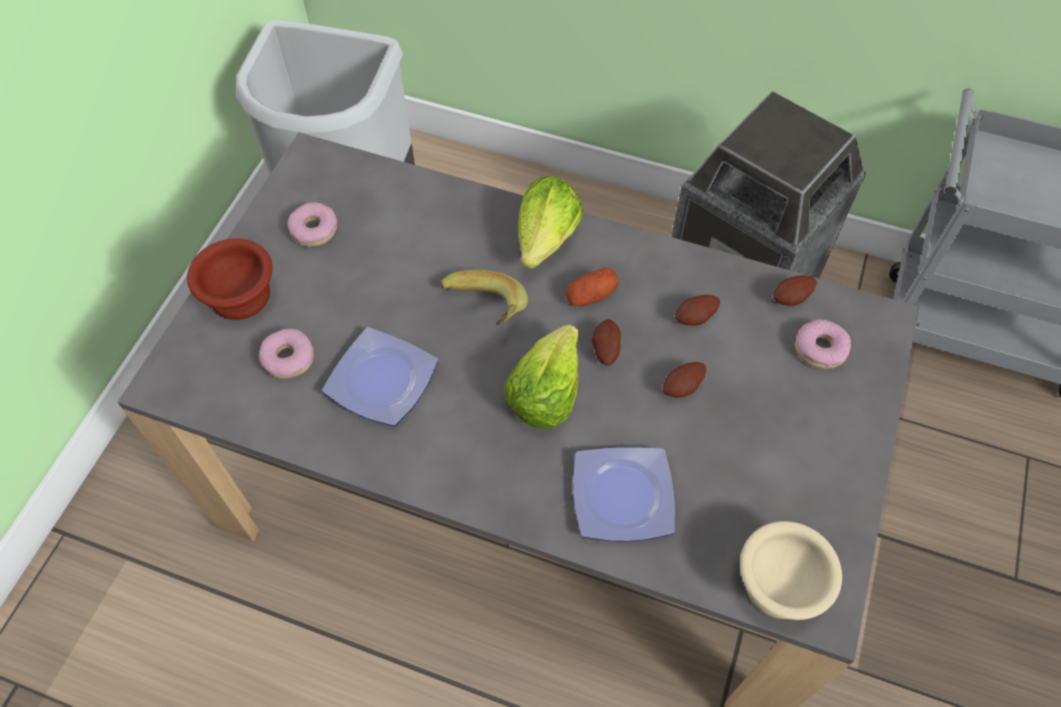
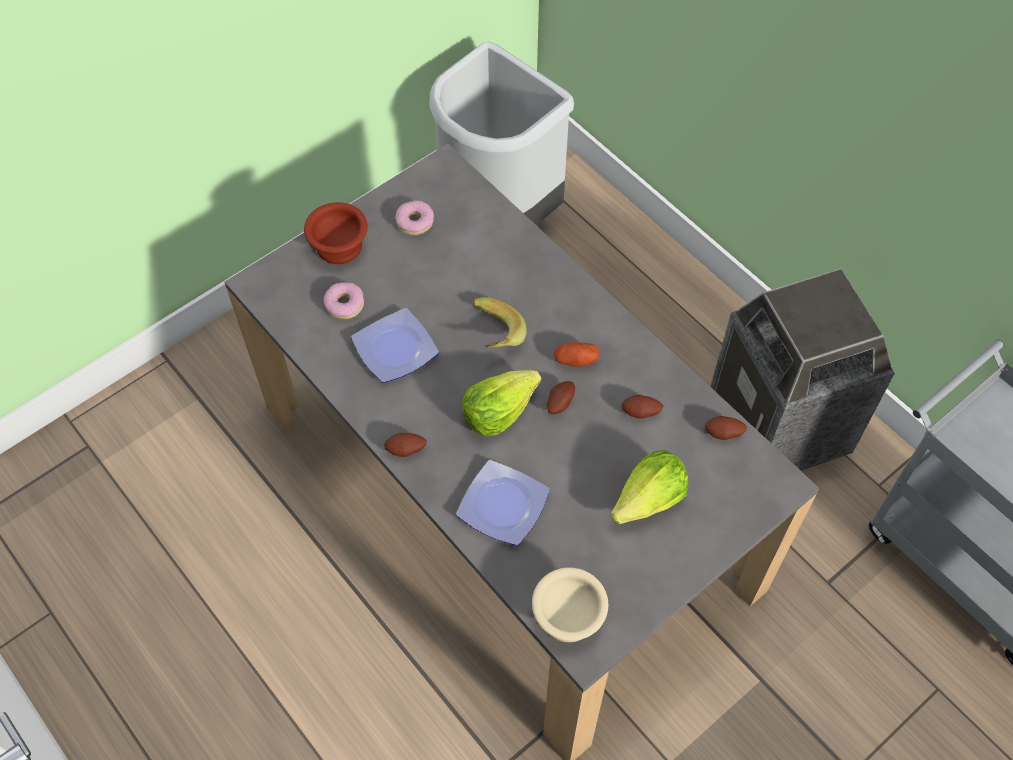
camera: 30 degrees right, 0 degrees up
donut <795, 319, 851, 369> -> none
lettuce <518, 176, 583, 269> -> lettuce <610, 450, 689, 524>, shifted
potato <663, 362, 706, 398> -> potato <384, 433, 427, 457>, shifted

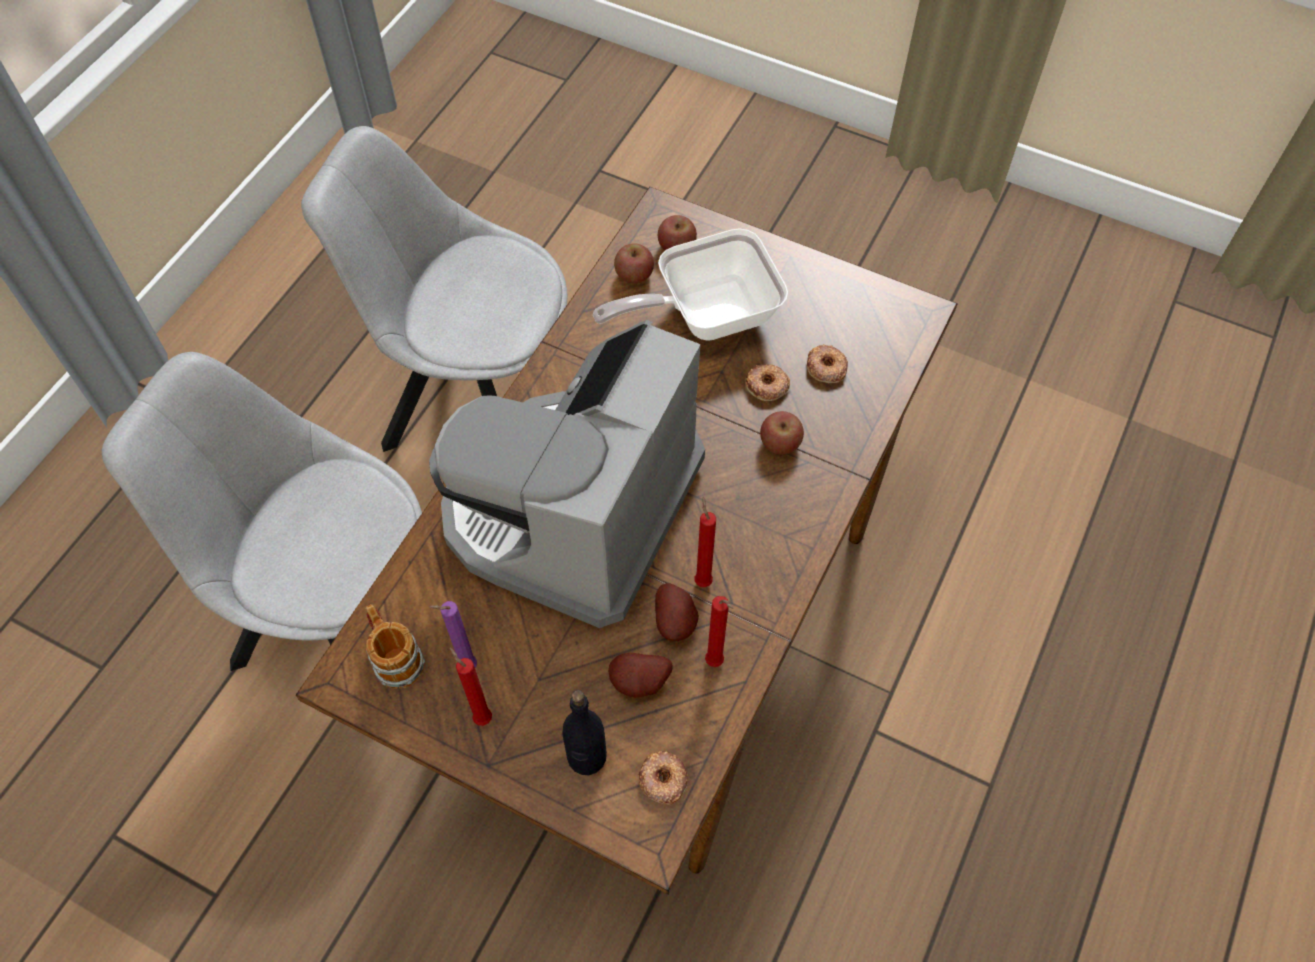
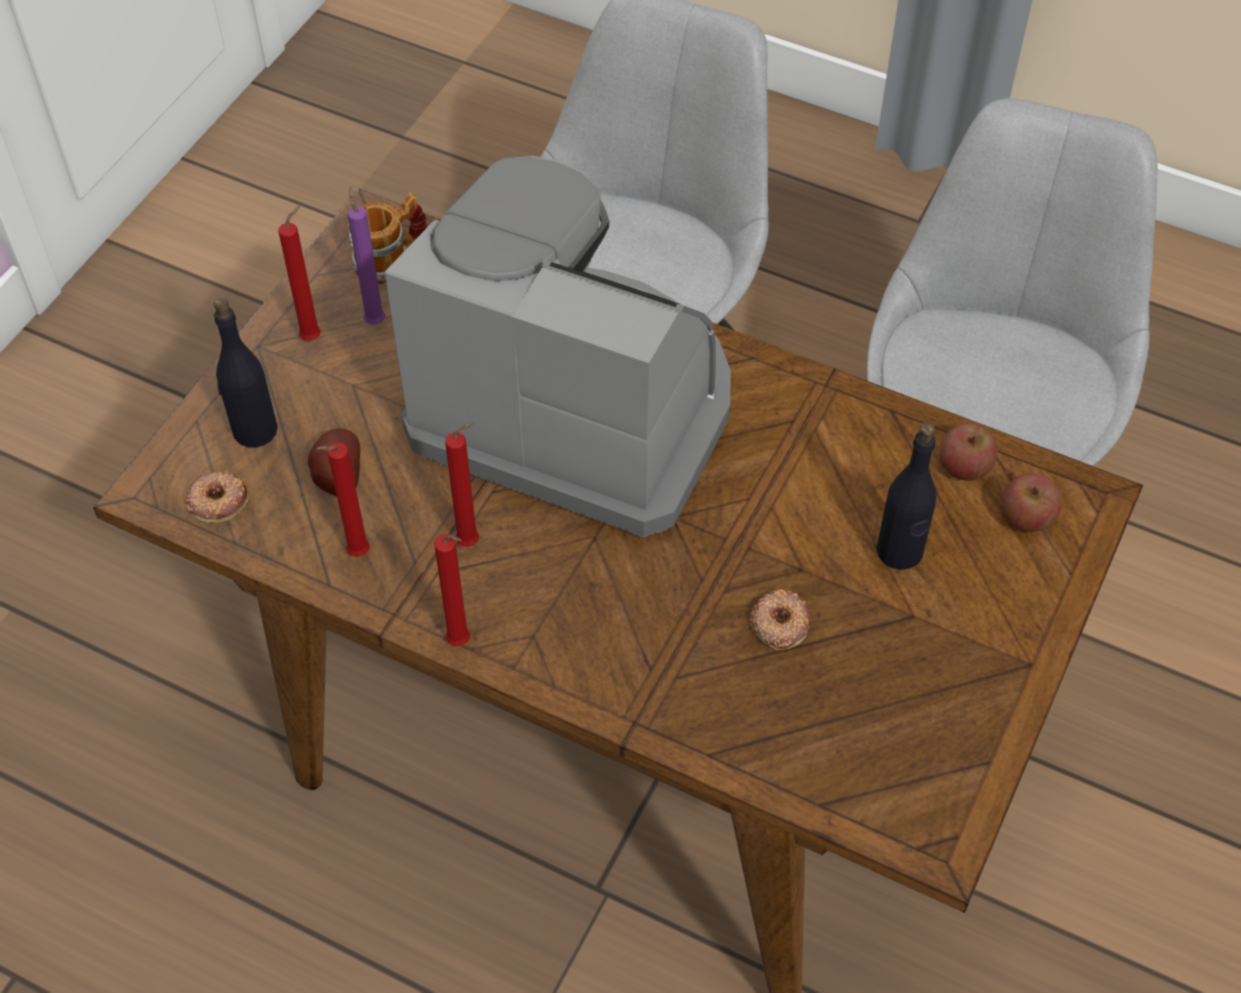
camera: 90 degrees right, 5 degrees down
potato <655, 583, 699, 641> -> none
apple <760, 411, 804, 455> -> none
donut <807, 344, 848, 383> -> none
none -> red candle <434, 534, 470, 646>
frying pan <593, 228, 788, 341> -> black bottle <876, 422, 937, 570>

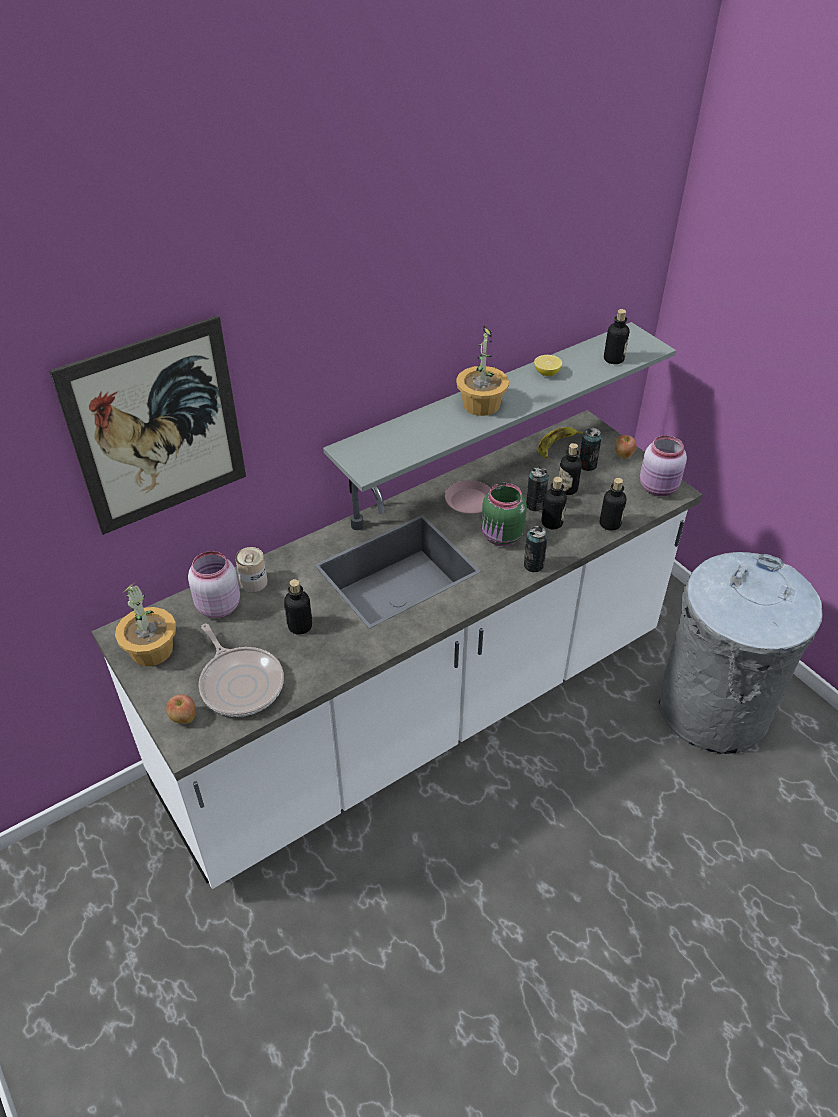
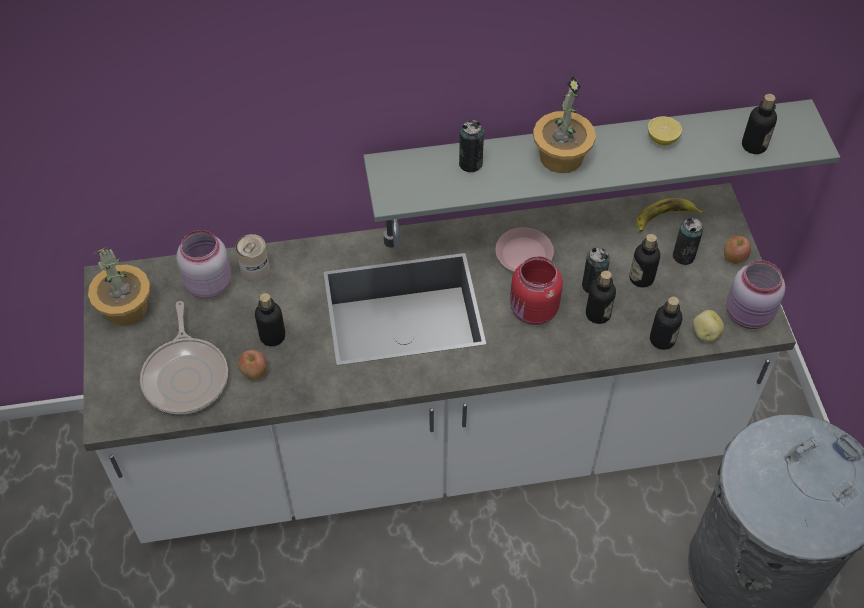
camera: 25 degrees right, 10 degrees up
picture <49, 315, 246, 535> -> none
none -> potato <693, 310, 724, 342>
apple <166, 694, 196, 724> -> apple <238, 350, 267, 380>, shifted
can <524, 526, 548, 573> -> can <459, 120, 484, 172>, shifted
green jar <481, 483, 527, 546> -> red jar <510, 256, 563, 325>

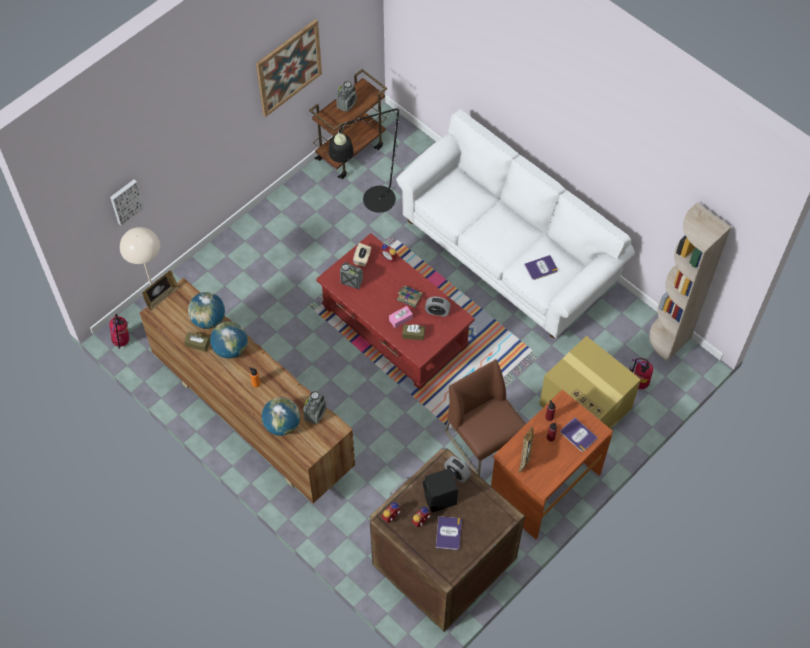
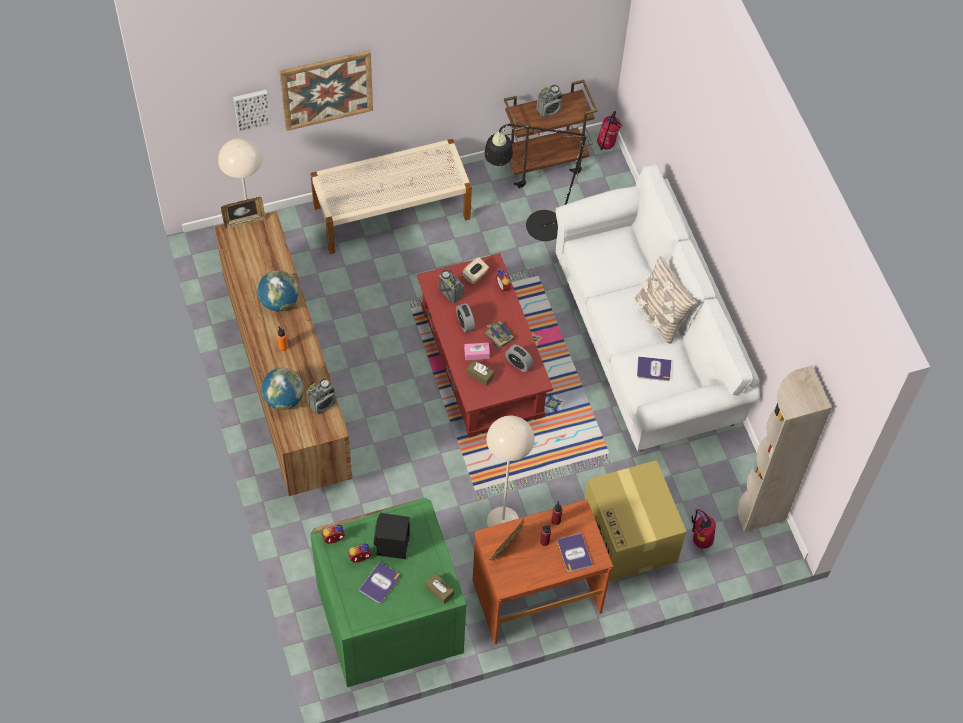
camera: 25 degrees right, 0 degrees up
globe <188, 292, 225, 329> -> none
none -> beige bench <310, 138, 472, 254>
none -> beige pillow <635, 256, 697, 344>
fire extinguisher <109, 314, 129, 349> -> fire extinguisher <597, 111, 623, 150>, shifted
brown tissue box <184, 332, 210, 352> -> brown tissue box <425, 573, 454, 604>, shifted
picture <256, 19, 322, 117> -> picture <279, 50, 373, 131>, shifted
alarm clock <444, 456, 471, 483> -> alarm clock <456, 303, 475, 332>, shifted
brown chair <445, 359, 526, 476> -> beige floor lamp <487, 416, 535, 527>
brown dresser <370, 449, 525, 632> -> green dresser <310, 498, 466, 687>

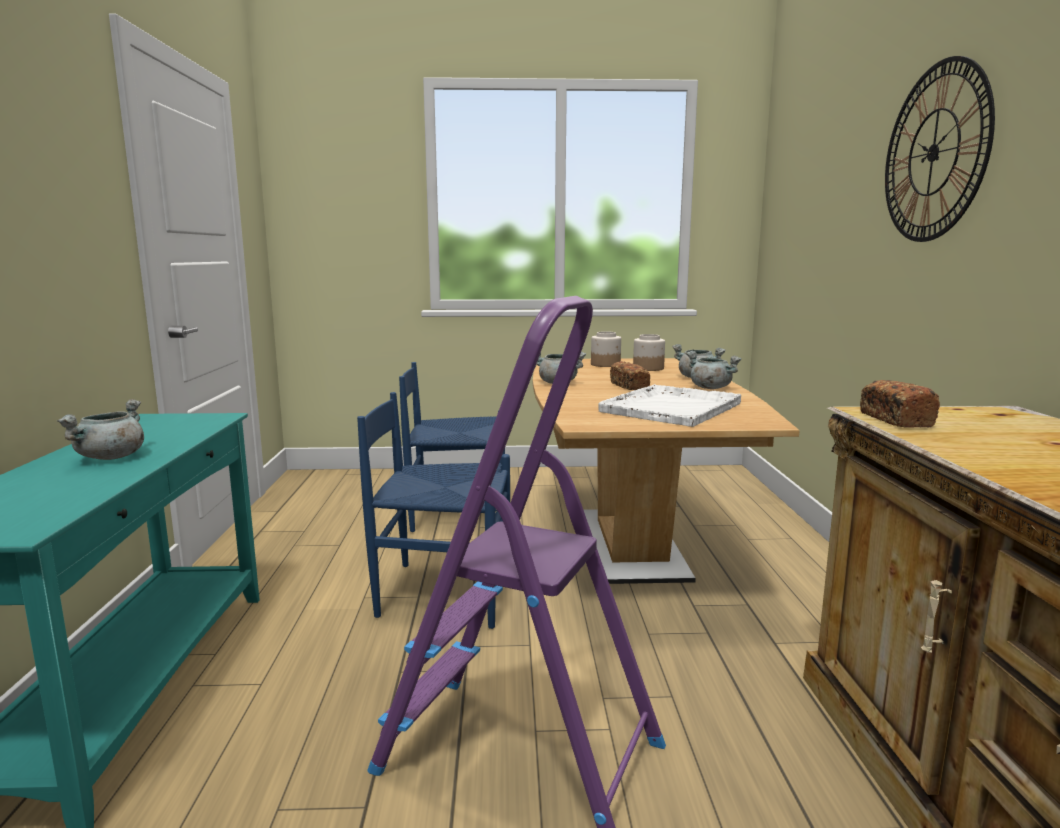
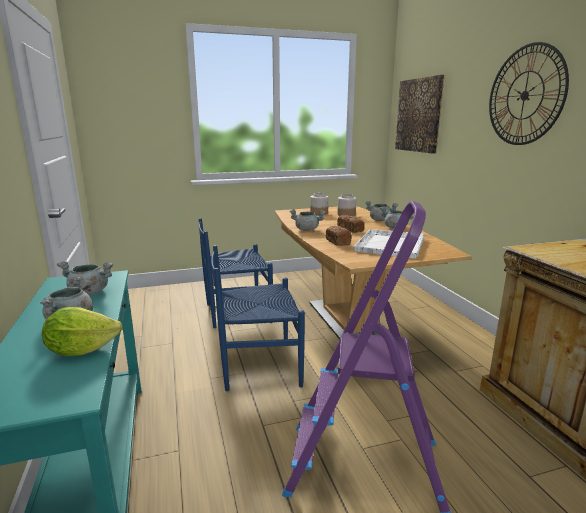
camera: 15 degrees left, 5 degrees up
none -> lettuce <42, 307, 122, 356>
none -> grey cooking pot <57, 261, 113, 295>
none -> picture <395, 75, 444, 154>
bread <860, 380, 940, 427> -> bread <326, 226, 352, 246>, shifted

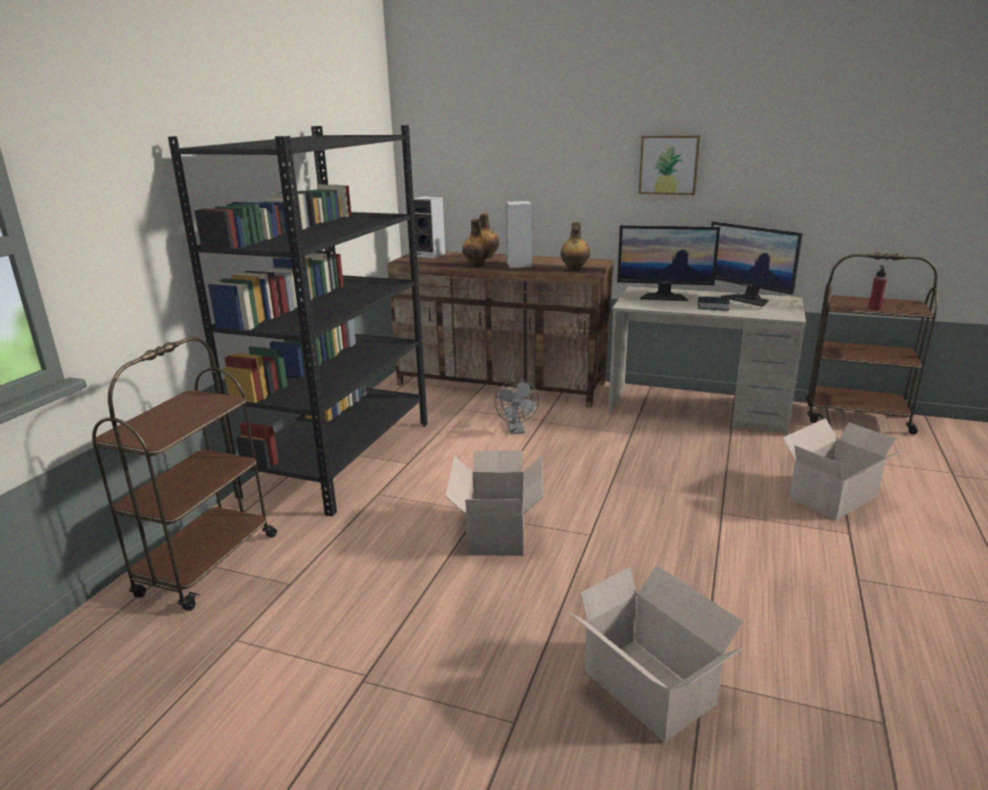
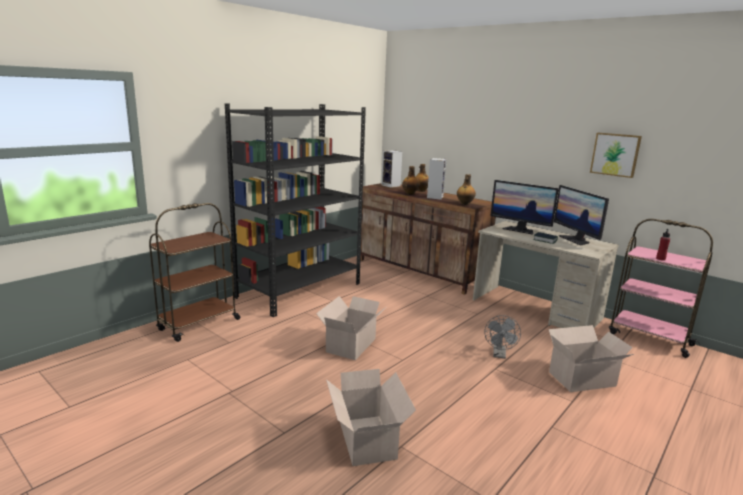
camera: 20 degrees right, 5 degrees down
grey fan <495, 379, 539, 434> -> grey fan <484, 315, 521, 359>, shifted
picture <639, 135, 700, 195> -> picture <590, 133, 642, 178>, shifted
brown cart <805, 253, 938, 435> -> pink cart <609, 219, 713, 358>

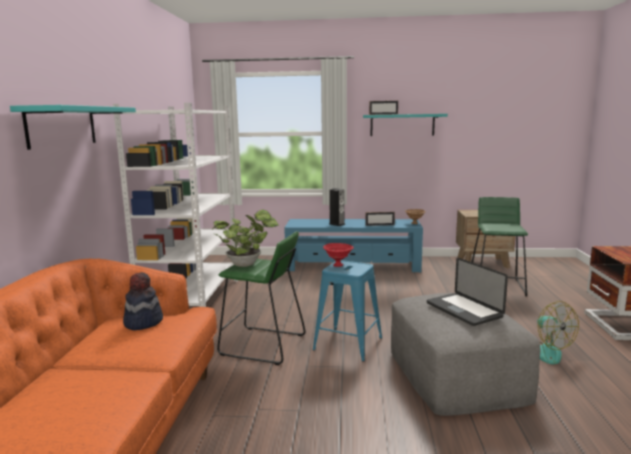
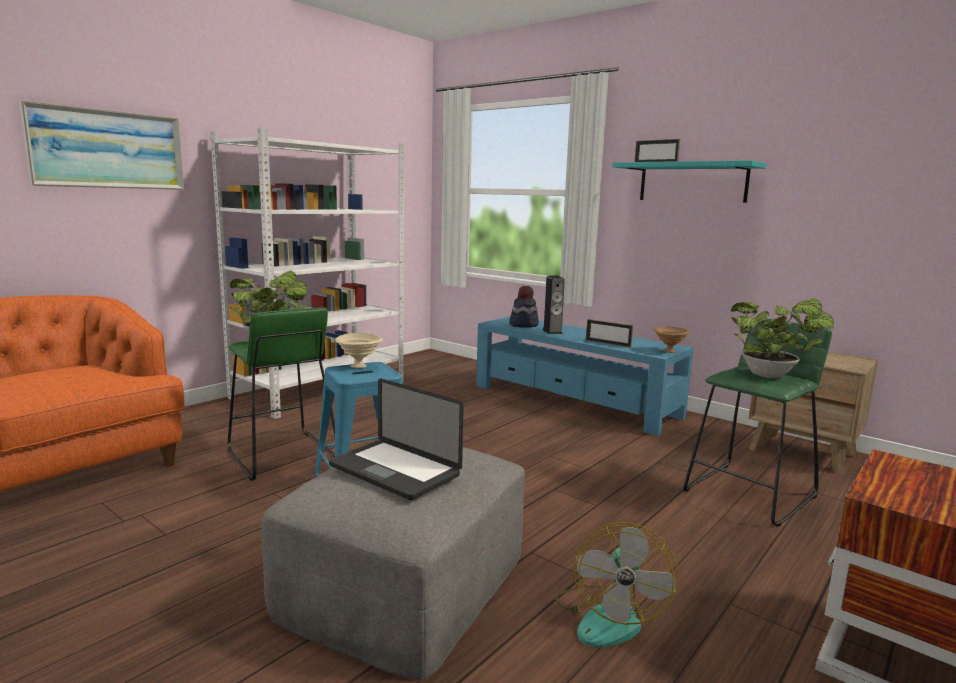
camera: 35 degrees right, 0 degrees up
none -> potted plant <731, 299, 834, 378>
hat <123, 272, 163, 330> -> hat <509, 286, 539, 328>, shifted
turquoise shelf <10, 105, 136, 150> -> picture <19, 100, 184, 190>
red bowl <323, 243, 354, 267> -> beige bowl <335, 333, 383, 368>
laptop <427, 258, 508, 326> -> laptop <329, 378, 464, 500>, 60 degrees counterclockwise

